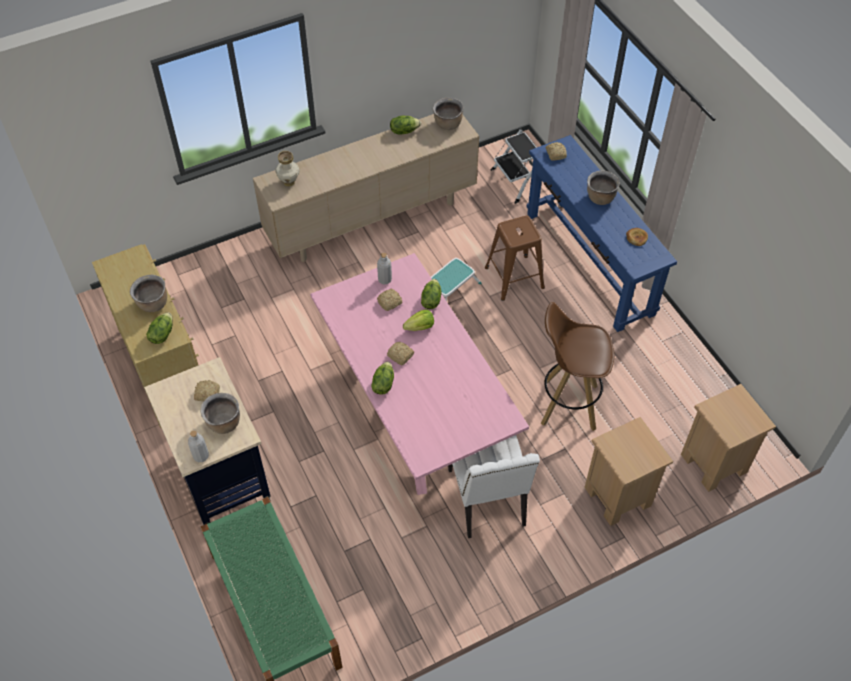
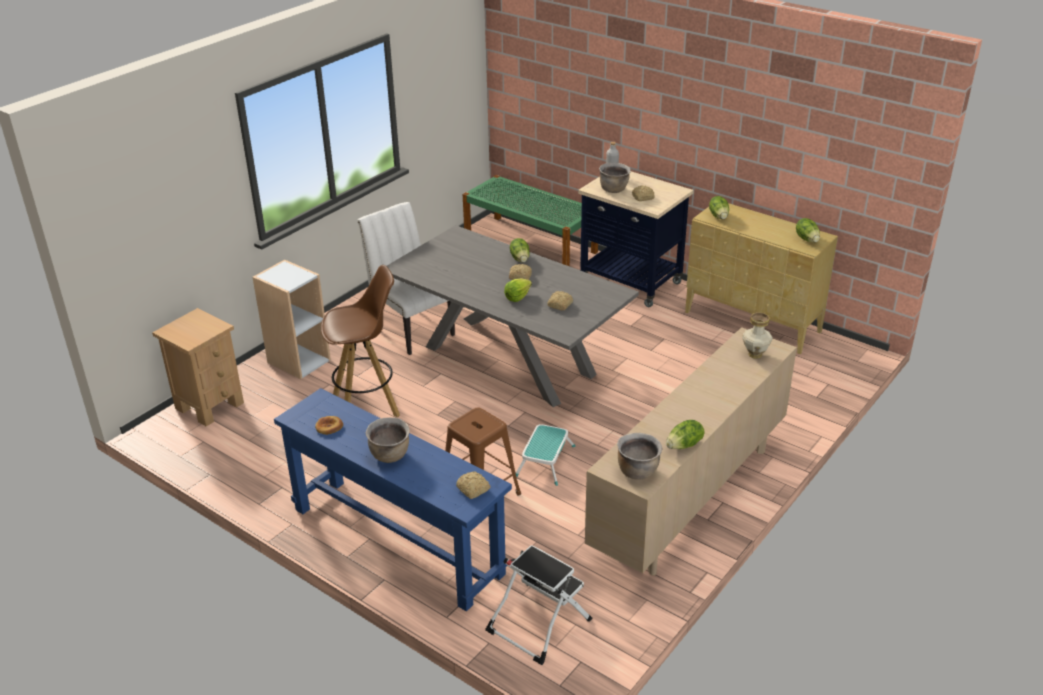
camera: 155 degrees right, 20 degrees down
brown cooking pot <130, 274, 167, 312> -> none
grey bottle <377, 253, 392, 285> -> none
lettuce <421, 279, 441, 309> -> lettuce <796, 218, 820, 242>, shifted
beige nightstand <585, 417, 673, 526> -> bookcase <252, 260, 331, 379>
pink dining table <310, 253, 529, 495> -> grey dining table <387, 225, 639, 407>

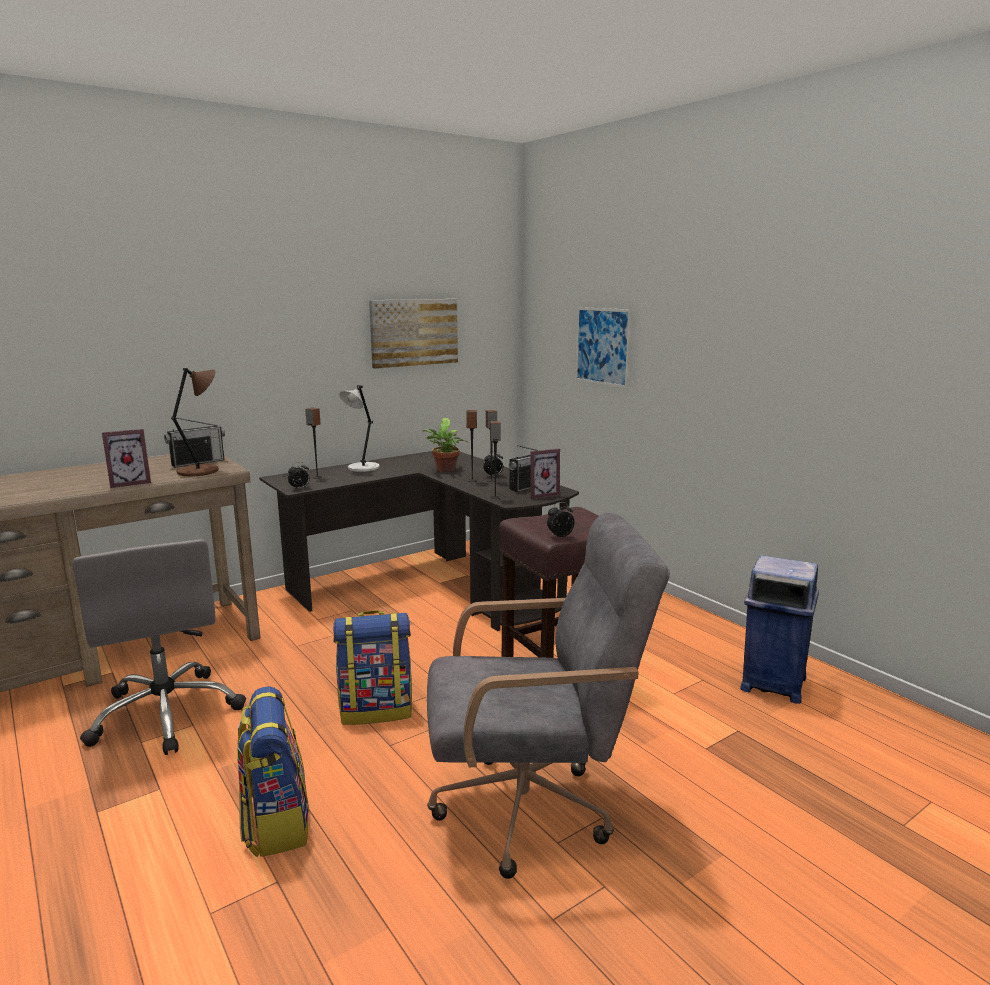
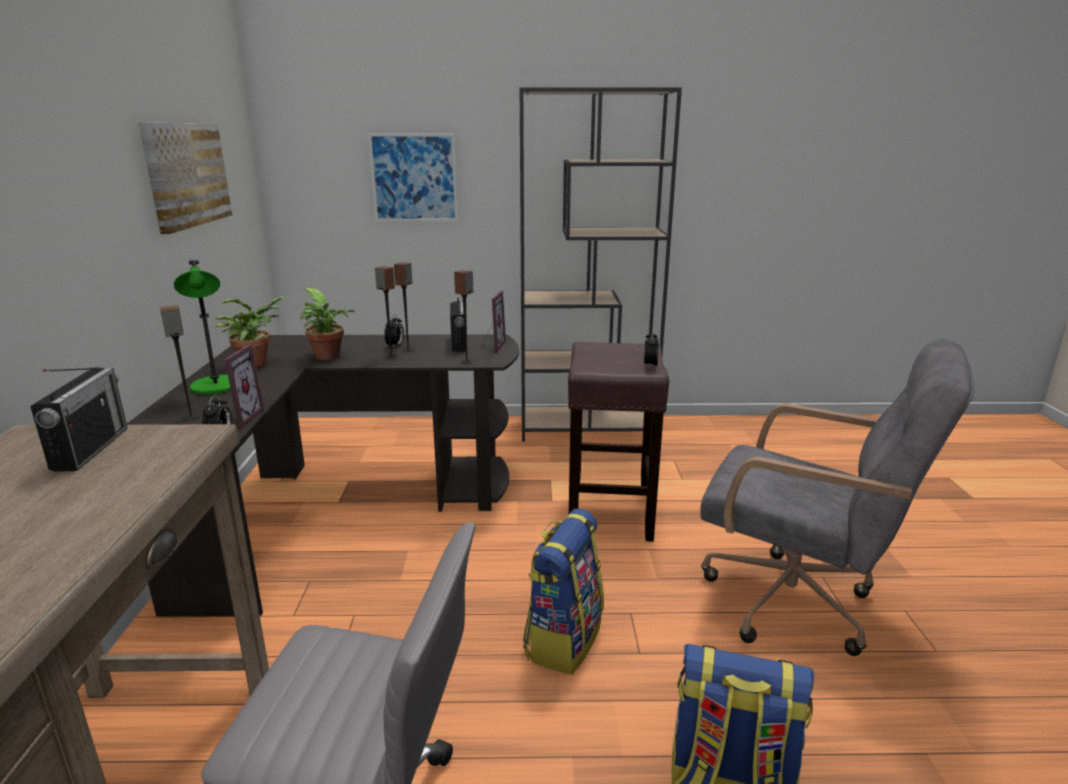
camera: 55 degrees left, 5 degrees up
brown table lamp <171, 368, 219, 476> -> none
blue trash can <740, 555, 819, 704> -> none
none -> potted plant <215, 297, 286, 367>
none -> bookcase <519, 87, 682, 442>
picture frame <102, 429, 151, 488> -> picture frame <224, 344, 264, 429>, shifted
grey table lamp <339, 385, 380, 472> -> green table lamp <174, 260, 231, 395>
grey office chair <427, 513, 670, 879> -> grey office chair <700, 339, 974, 656>, 90 degrees clockwise

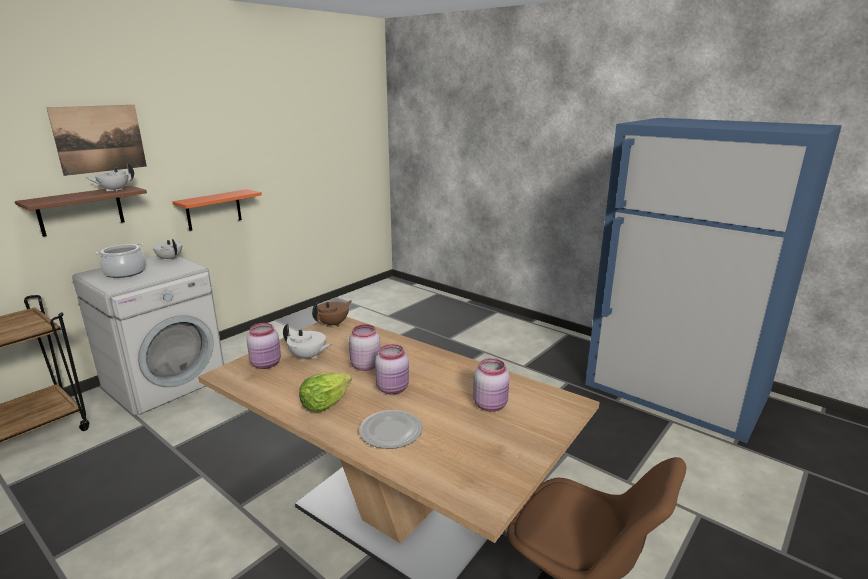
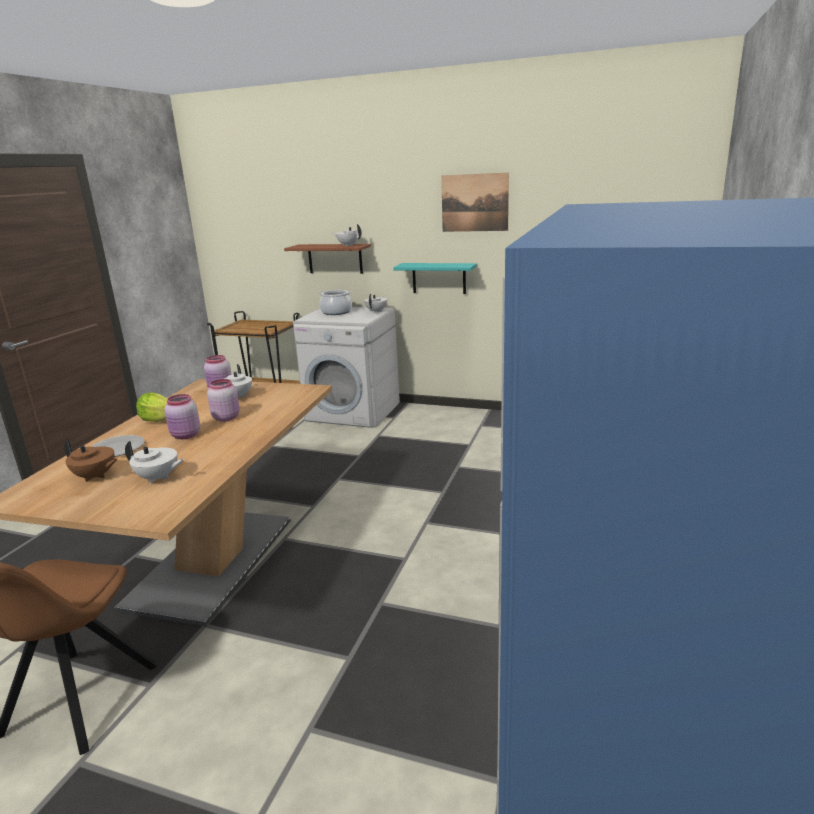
camera: 70 degrees right, 0 degrees up
picture <46, 105, 147, 176> -> picture <441, 173, 509, 232>, shifted
brown teapot <312, 300, 352, 327> -> brown teapot <64, 439, 118, 482>, shifted
pink jar <473, 358, 509, 412> -> white teapot <125, 441, 185, 484>
orange shelf <172, 189, 262, 231> -> turquoise shelf <393, 263, 477, 294>

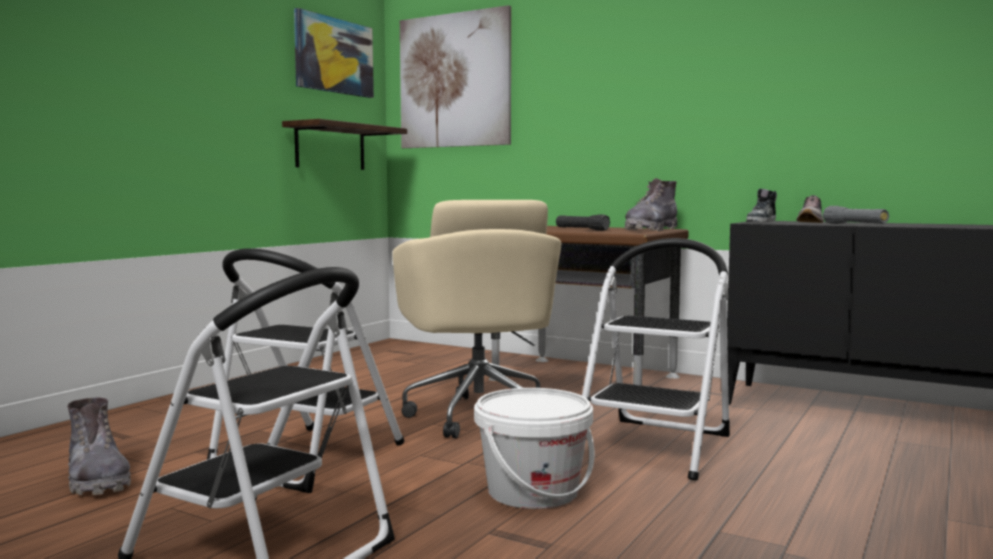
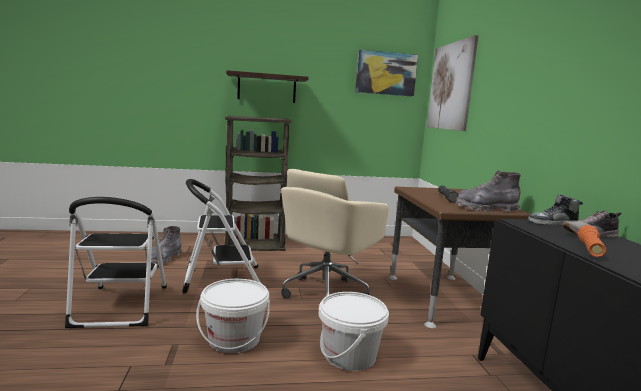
camera: 50 degrees right, 5 degrees up
none -> brown bookcase <224, 116, 292, 251>
shelf <282, 119, 407, 170> -> shelf <226, 70, 309, 103>, shifted
step ladder <582, 238, 730, 480> -> white bucket <319, 292, 389, 371>
grey flashlight <823, 206, 889, 224> -> orange flashlight <578, 225, 606, 257>

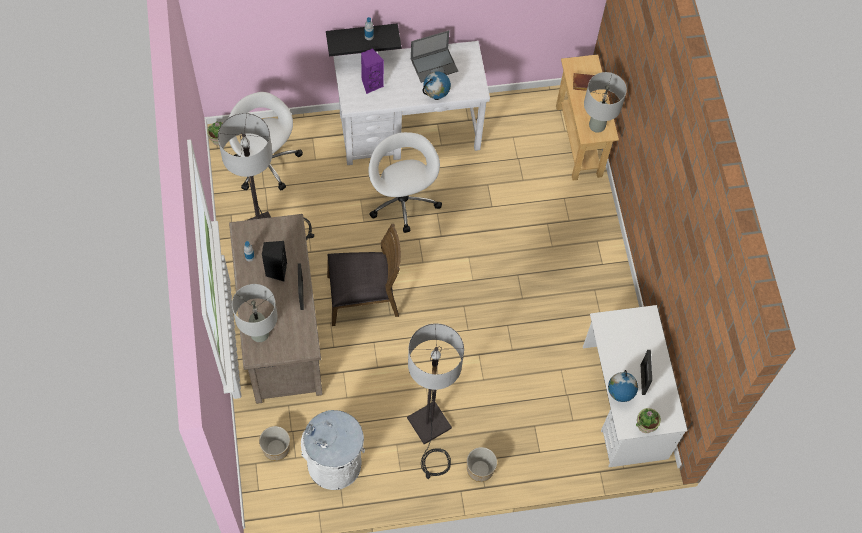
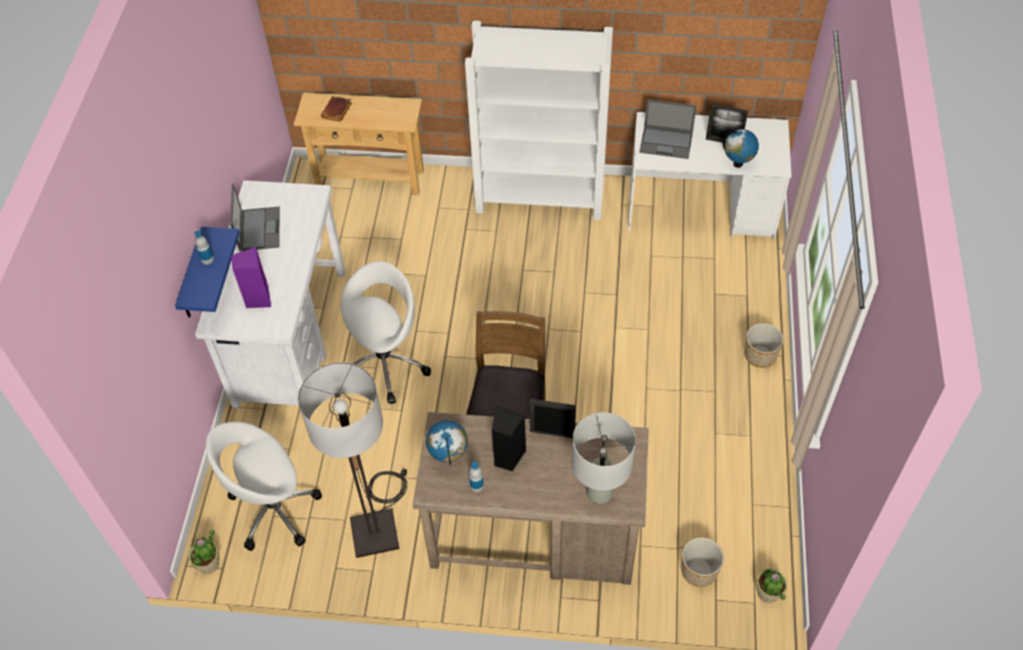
camera: 70 degrees left, 10 degrees down
white trash can <301, 410, 365, 490> -> none
floor lamp <407, 323, 464, 480> -> none
grey table lamp <584, 72, 627, 133> -> none
none -> white bookcase <465, 21, 613, 220>
none -> laptop <639, 99, 697, 159>
globe <423, 71, 451, 100> -> globe <426, 420, 468, 465>, shifted
potted plant <636, 408, 661, 433> -> potted plant <756, 569, 787, 603>, shifted
black shelf <326, 24, 401, 56> -> blue shelf <175, 227, 240, 318>
white office chair <368, 132, 442, 233> -> white office chair <341, 261, 431, 404>, 150 degrees clockwise

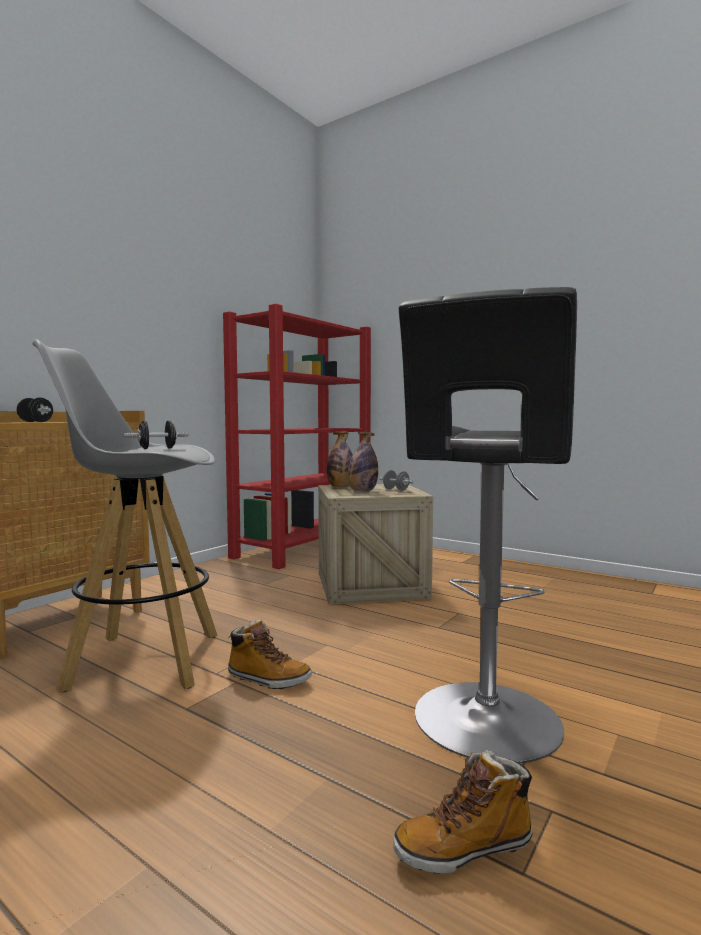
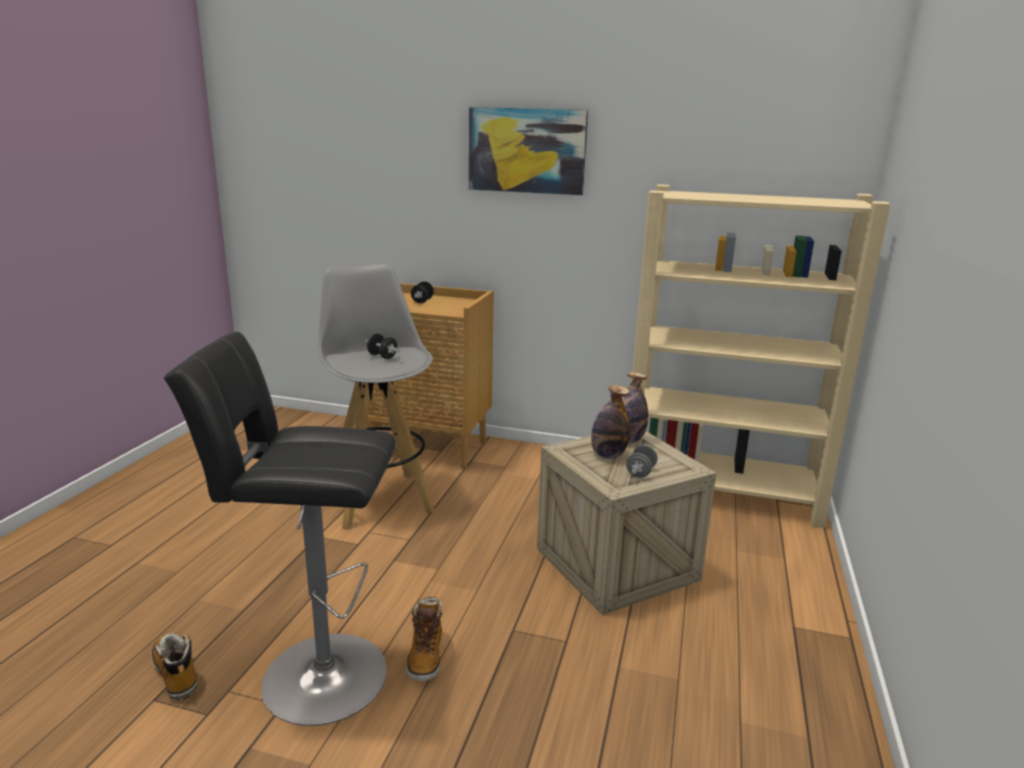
camera: 70 degrees right, 15 degrees up
none -> picture <469, 107, 588, 195>
boot <228, 619, 312, 689> -> boot <406, 597, 442, 681>, shifted
red bookcase <223, 303, 371, 569> -> beige bookcase <632, 184, 890, 528>

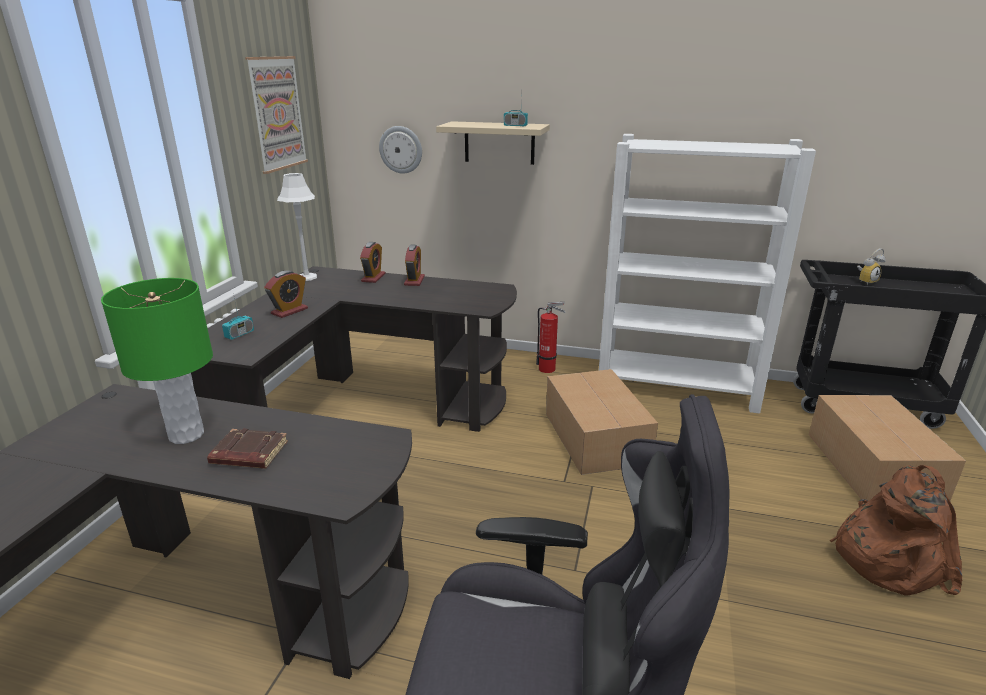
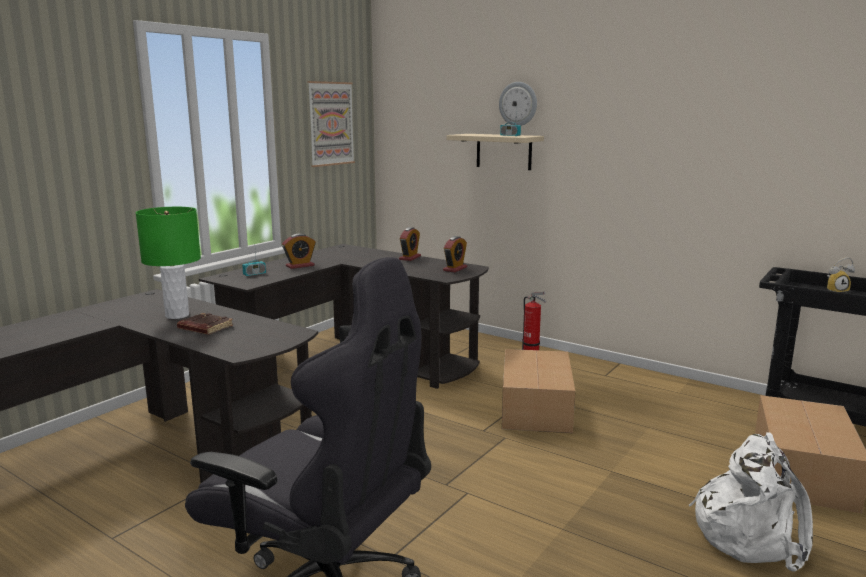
camera: 20 degrees right, 10 degrees down
white table lamp <277, 173, 317, 281> -> none
white bookcase <599, 134, 816, 413> -> none
alarm clock <360, 242, 385, 283> -> alarm clock <443, 236, 467, 272>, shifted
wall clock <379, 126, 422, 174> -> wall clock <499, 82, 537, 126>, shifted
brown backpack <829, 465, 963, 596> -> white backpack <689, 432, 813, 572>

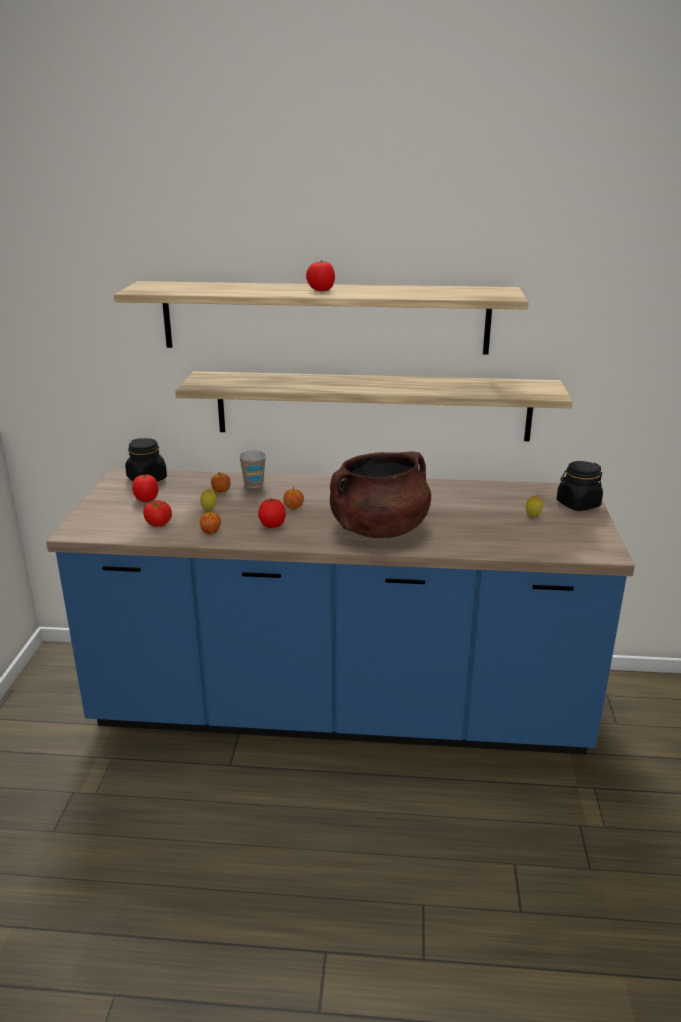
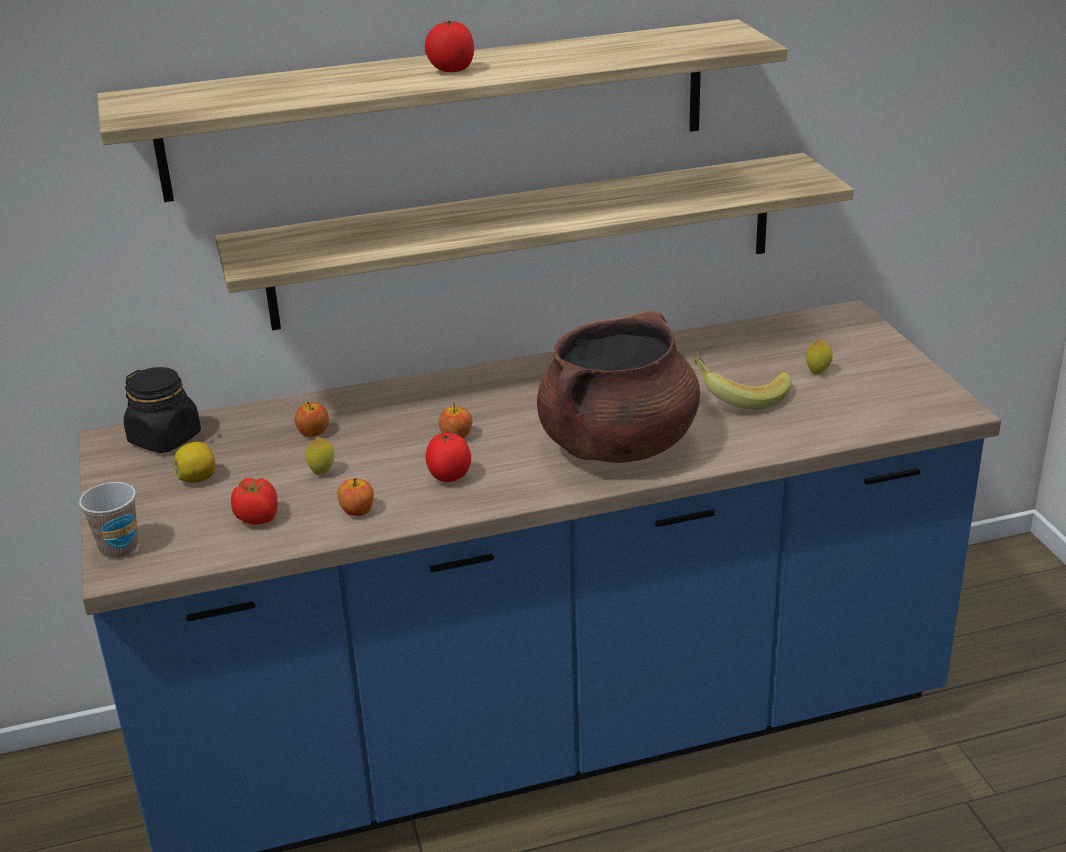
camera: 20 degrees left, 5 degrees up
black jar <557, 461, 603, 511> -> none
none -> banana <691, 349, 792, 409>
cup <239, 450, 266, 488> -> cup <79, 482, 138, 559>, shifted
tomato <132, 475, 158, 502> -> lemon <174, 442, 216, 483>

